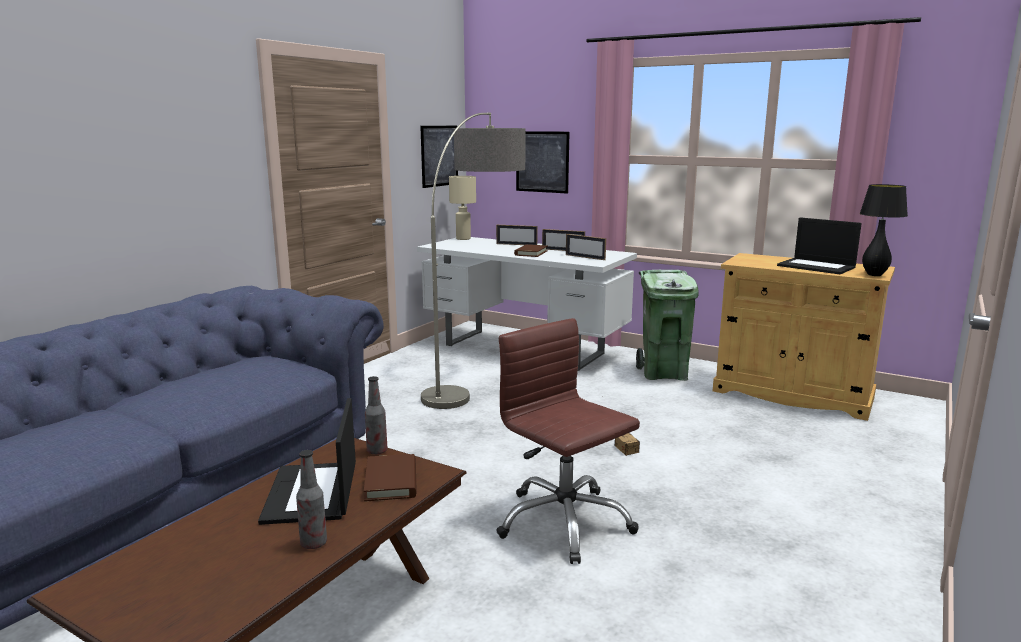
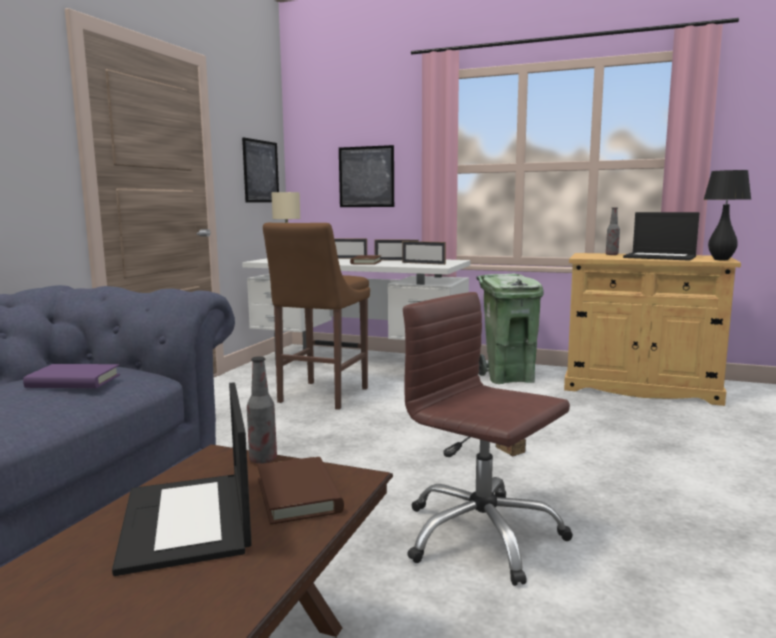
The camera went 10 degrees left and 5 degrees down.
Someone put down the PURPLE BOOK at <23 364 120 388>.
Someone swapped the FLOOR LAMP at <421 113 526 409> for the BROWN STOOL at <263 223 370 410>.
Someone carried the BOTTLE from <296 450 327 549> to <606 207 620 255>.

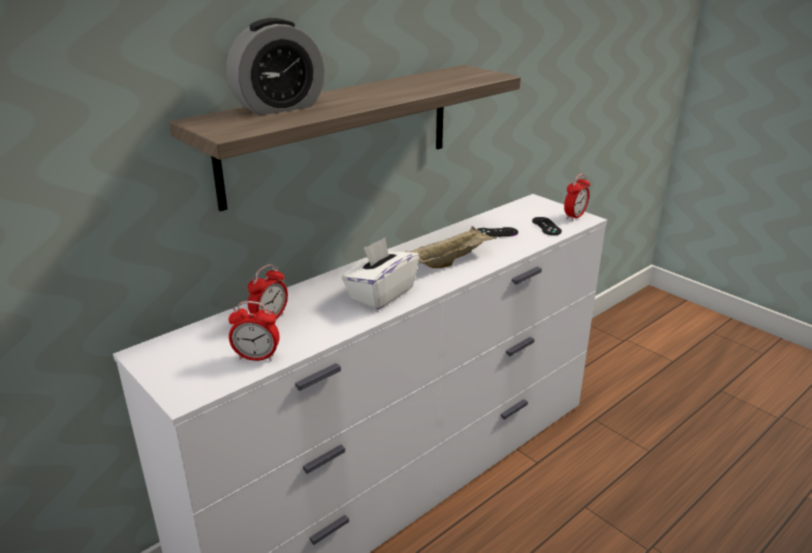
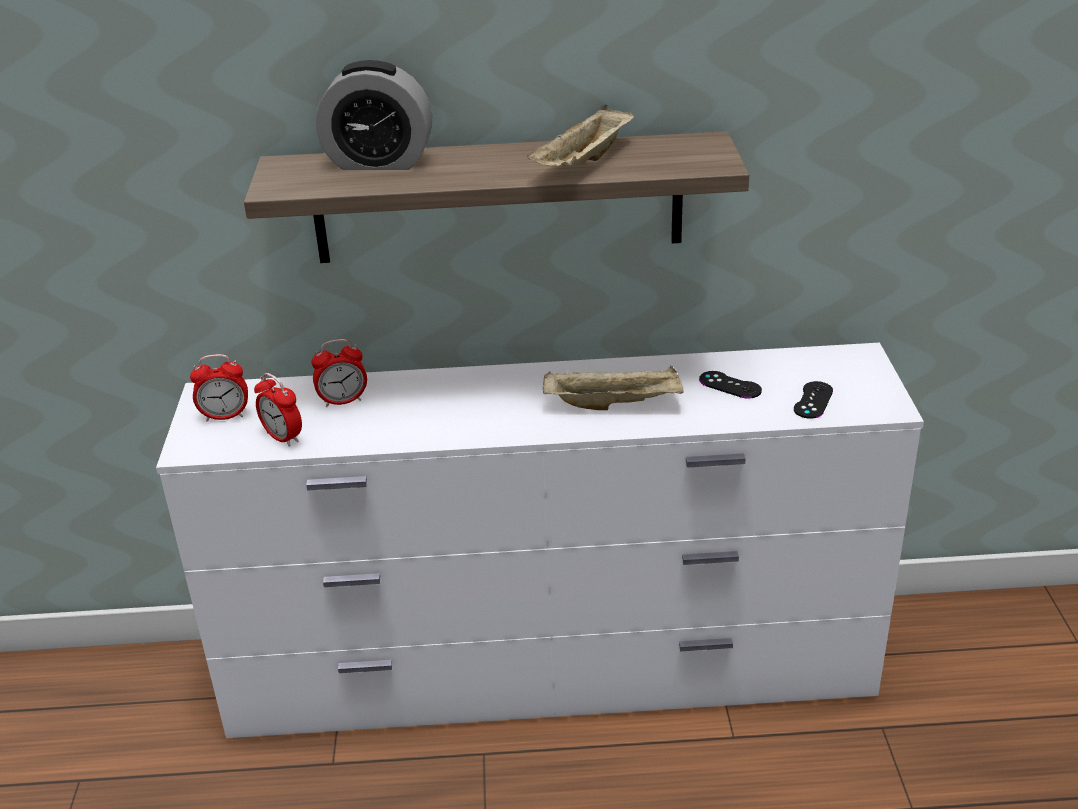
The camera went 40 degrees right and 5 degrees up.
Someone carried the ALARM CLOCK from <564 173 590 221> to <190 354 248 421>.
Someone put down the BEIGE TRAY at <527 105 634 166>.
Someone took away the WHITE TISSUE BOX at <342 237 419 310>.

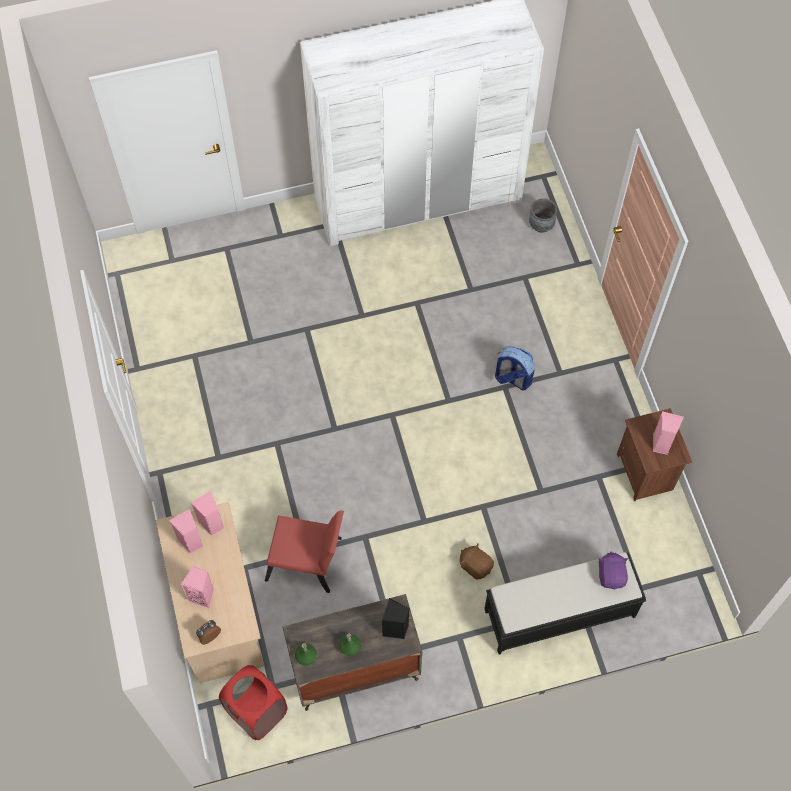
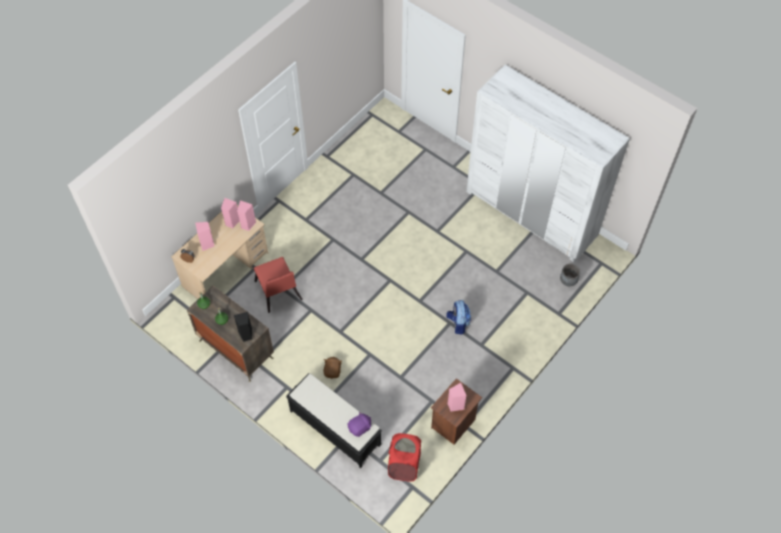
The camera went 55 degrees right and 5 degrees down.
Someone carried the RED LAUNDRY BASKET from <219 665 288 740> to <388 433 421 482>.

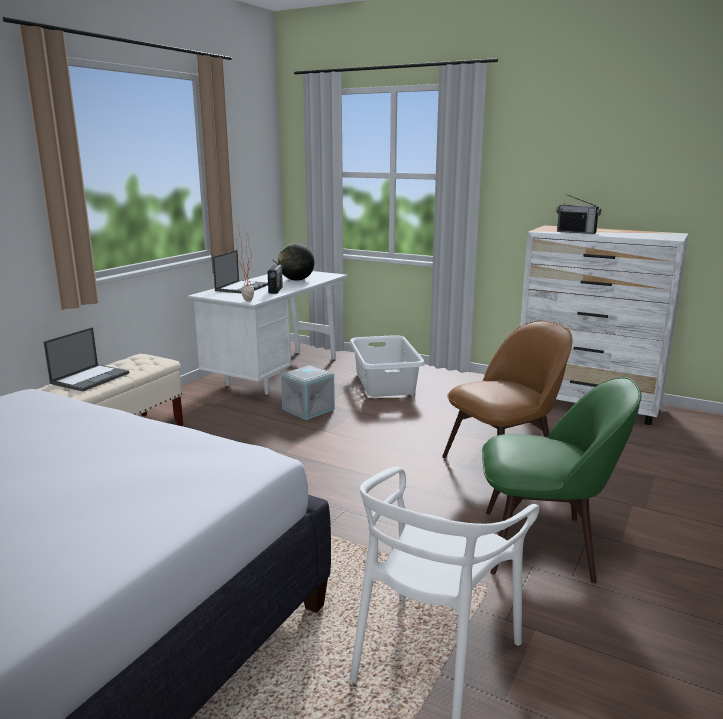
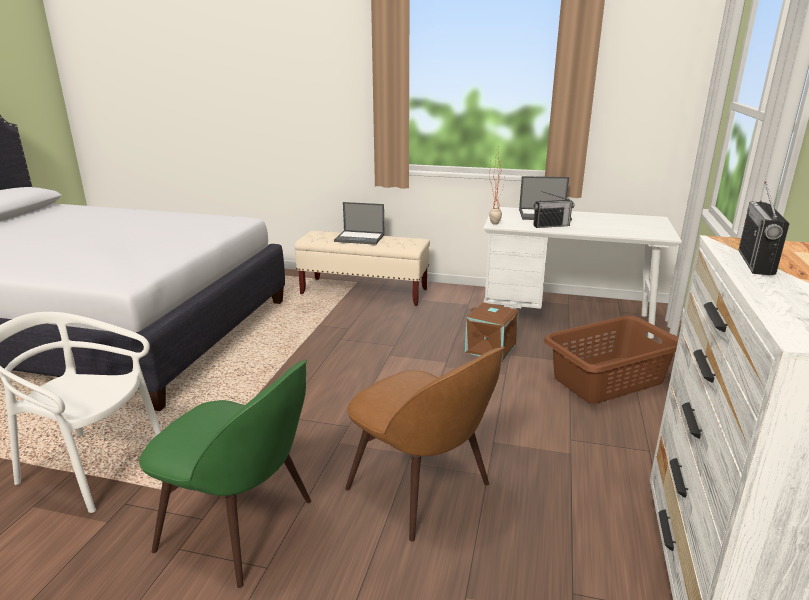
The camera went 75 degrees right and 5 degrees up.
Someone rotated the GREEN CHAIR at <482 377 641 583> by 60 degrees counterclockwise.
Someone repainted the GREY STORAGE BOX at <281 365 335 420>, which became the BROWN STORAGE BOX at <465 302 519 362>.
Someone repainted the WHITE LAUNDRY BASKET at <350 335 425 397>, which became the BROWN LAUNDRY BASKET at <544 316 679 403>.
Someone took away the GLOBE at <278 243 315 281>.

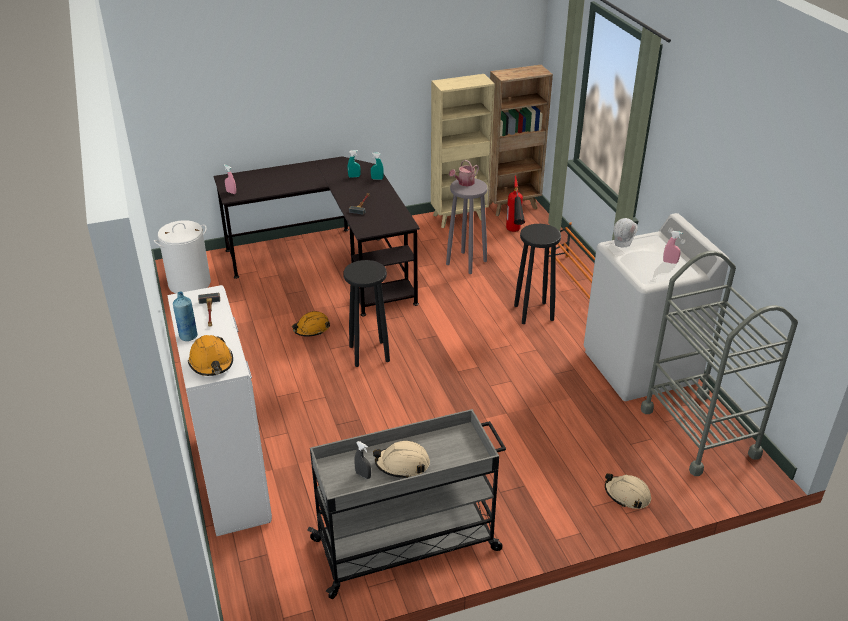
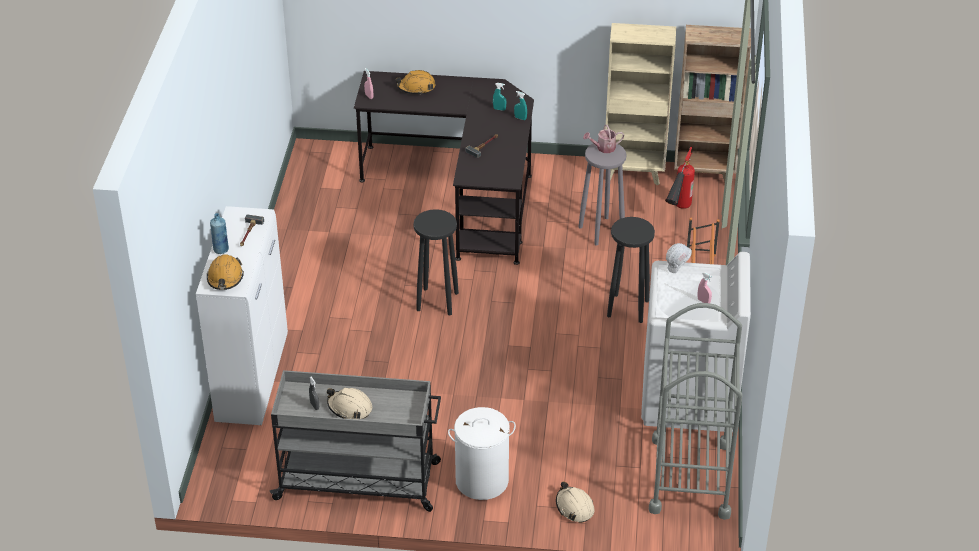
The camera went 25 degrees right and 5 degrees up.
Someone carried the ORANGE HARD HAT from <292 311 330 337> to <396 70 436 95>.
Someone carried the WHITE LAUNDRY BASKET from <154 220 211 294> to <448 407 516 500>.

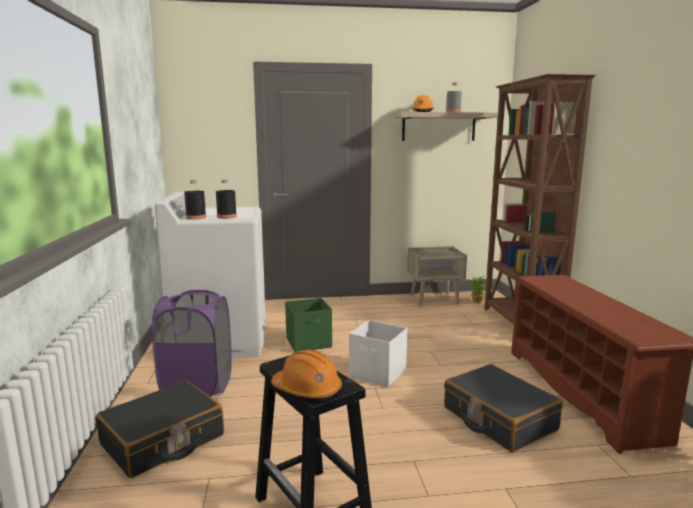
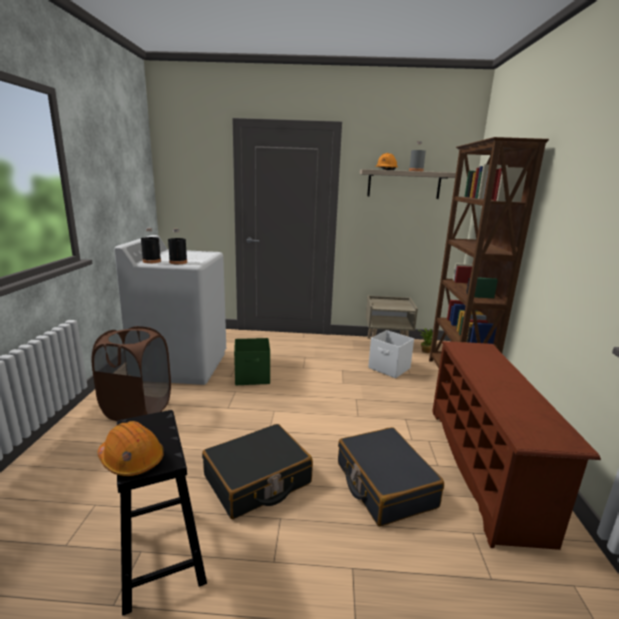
The camera went 10 degrees right and 5 degrees up.
Someone repainted the PURPLE LAUNDRY BASKET at <152 290 232 397>, which became the BROWN LAUNDRY BASKET at <91 326 171 421>.
Someone carried the BLACK SUITCASE from <96 381 224 478> to <202 424 313 519>.
Someone carried the WHITE STORAGE BOX from <349 320 407 387> to <368 330 414 378>.

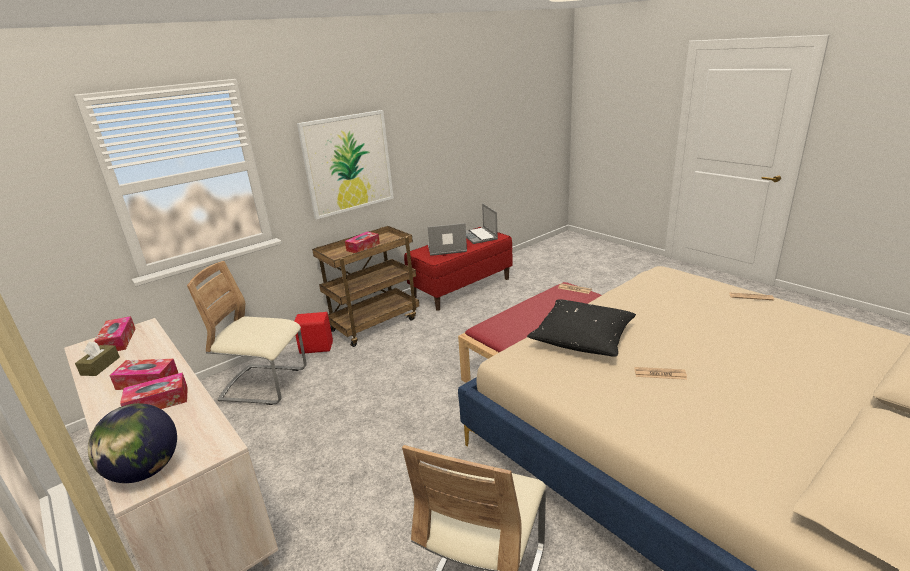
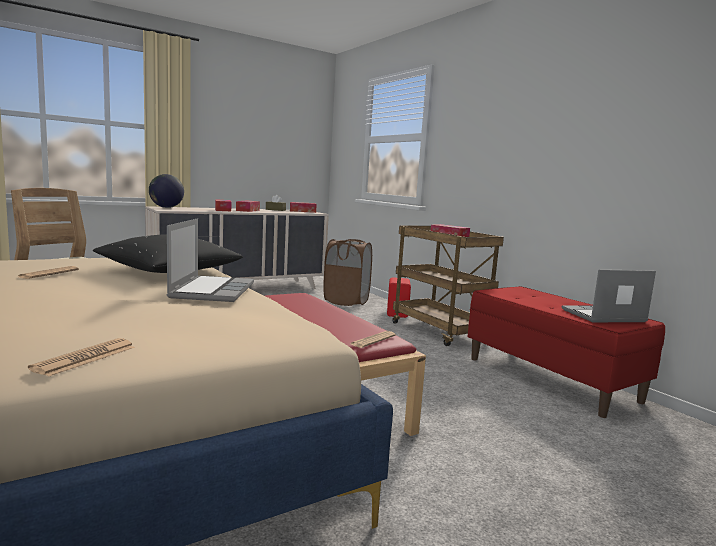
The camera went 95 degrees right and 15 degrees down.
Someone carried the LAPTOP from <428 223 467 256> to <167 218 254 302>.
Someone swapped the BEIGE CHAIR at <187 261 307 405> for the BROWN LAUNDRY BASKET at <323 239 372 306>.
Someone took away the PICTURE at <297 110 394 219>.

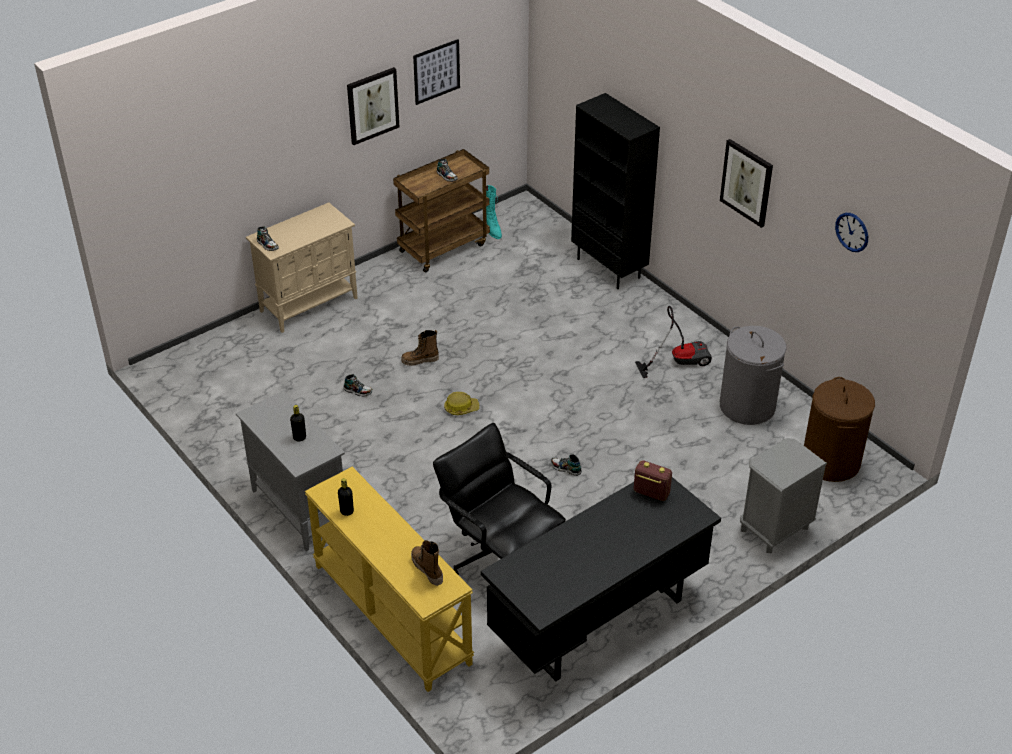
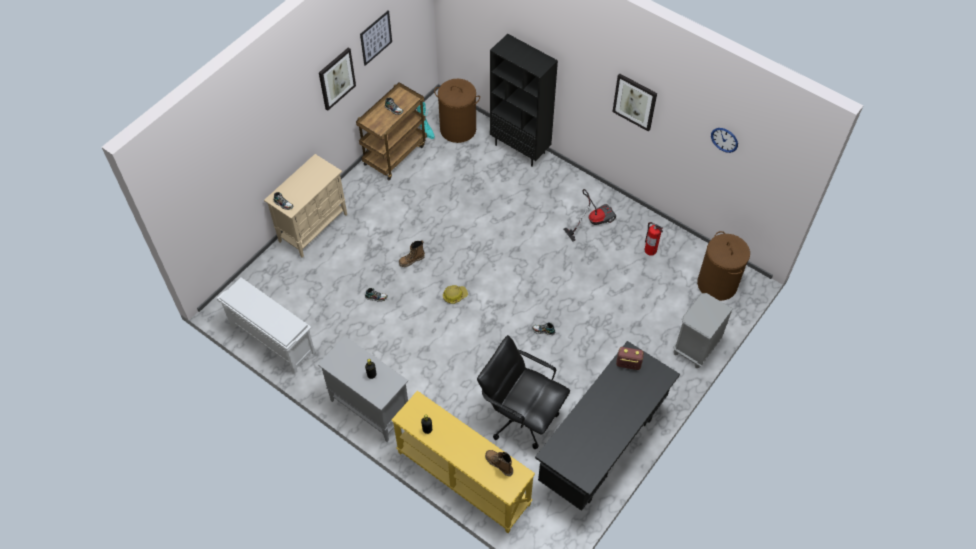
The camera went 15 degrees left and 15 degrees up.
Someone put down the WHITE SHOE RACK at <217 277 316 374>.
Someone put down the BROWN LAUNDRY BASKET at <434 79 480 143>.
Someone swapped the GREY LAUNDRY BASKET at <720 326 786 425> for the FIRE EXTINGUISHER at <644 222 663 255>.

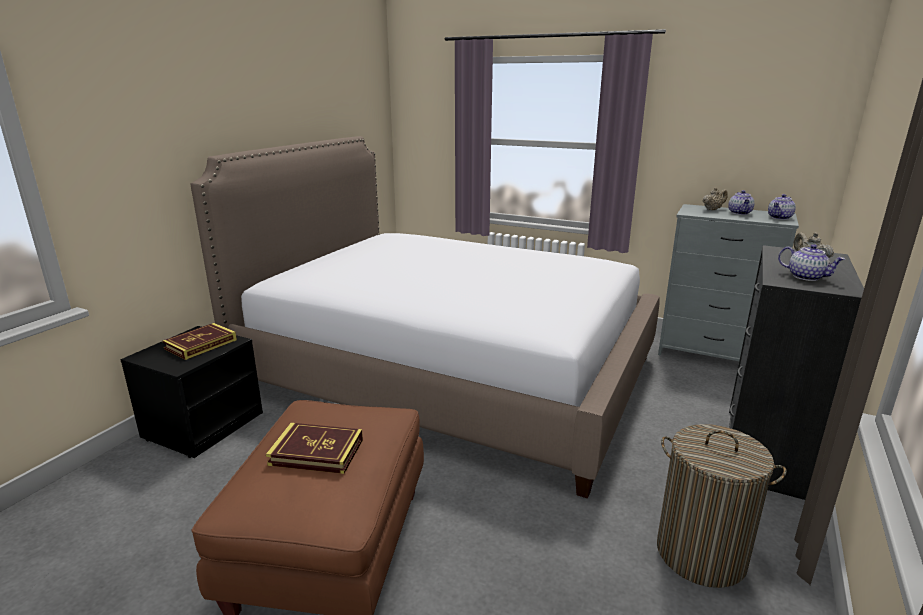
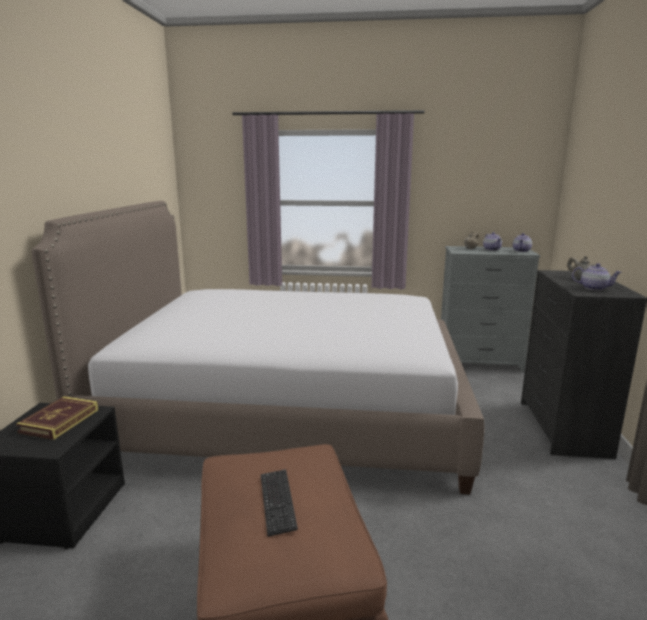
The camera went 20 degrees left and 5 degrees down.
Someone swapped the BOOK at <266 423 363 474> for the KEYBOARD at <261 469 298 537>.
Someone took away the LAUNDRY BASKET at <657 424 787 588>.

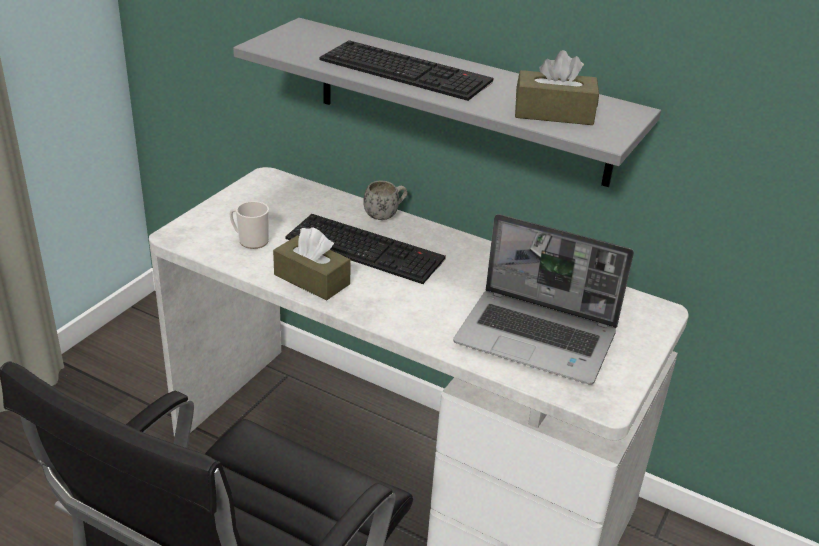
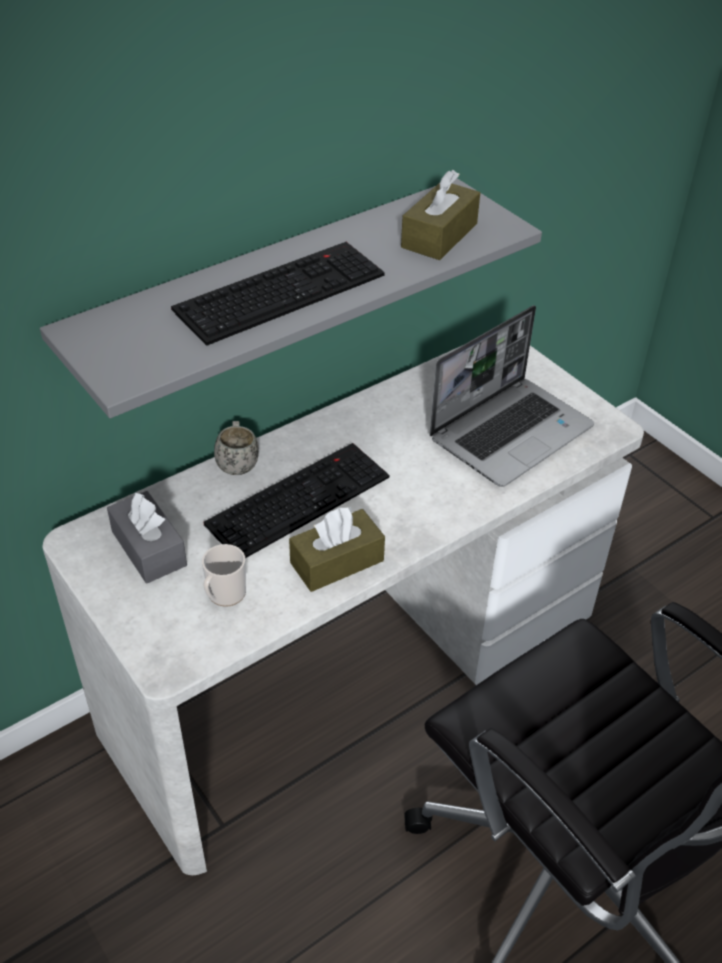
The camera went 65 degrees left and 10 degrees up.
Someone put down the GREY TISSUE BOX at <107 491 187 583>.

